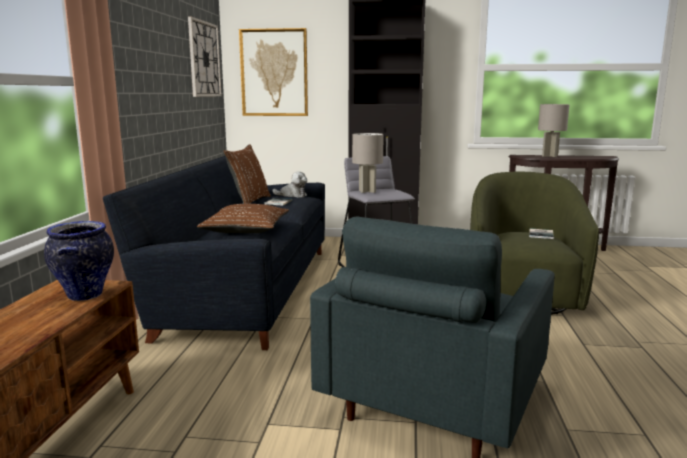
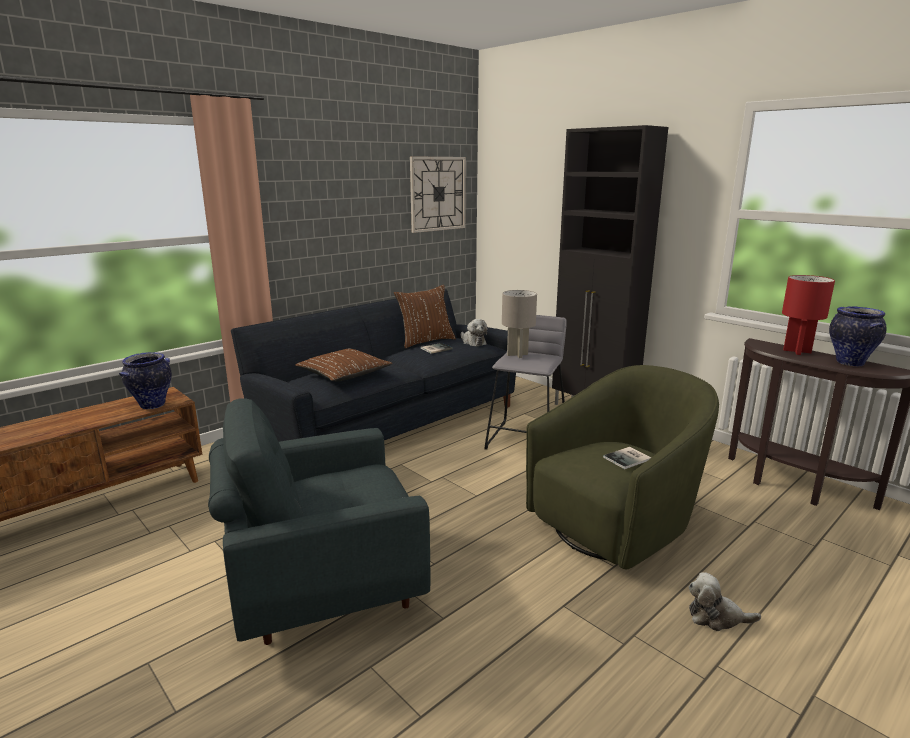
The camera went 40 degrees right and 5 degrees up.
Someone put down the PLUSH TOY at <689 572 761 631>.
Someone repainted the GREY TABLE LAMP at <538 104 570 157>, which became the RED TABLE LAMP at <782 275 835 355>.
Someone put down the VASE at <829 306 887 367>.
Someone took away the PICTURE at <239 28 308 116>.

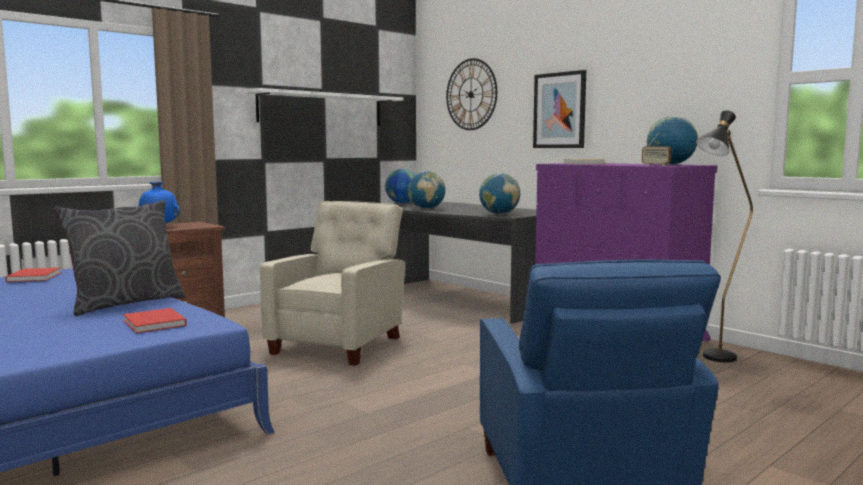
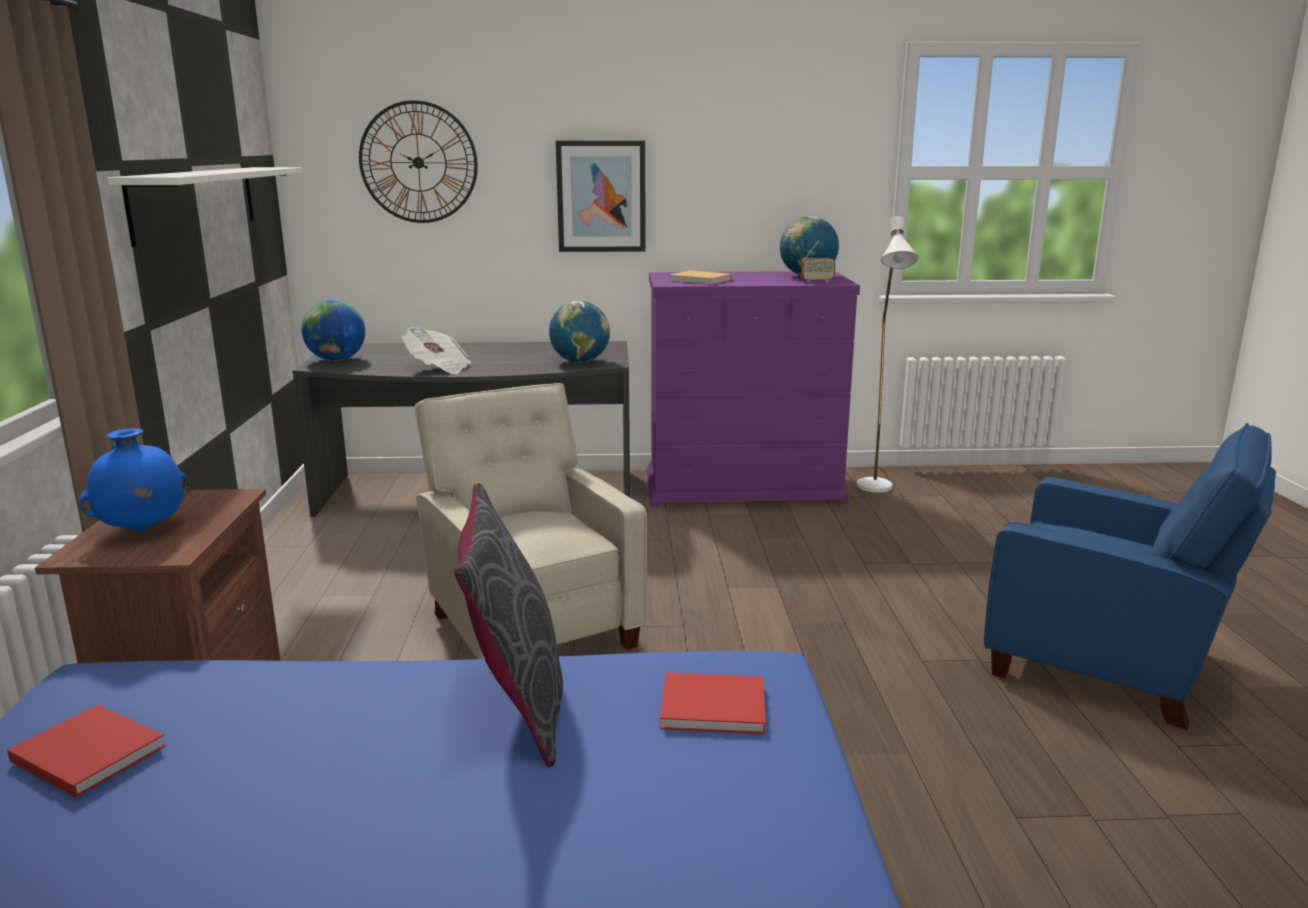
The camera went 50 degrees left and 10 degrees up.
Someone swapped the GLOBE at <408 171 445 209> for the NEWSPAPER at <402 327 472 374>.
Someone repainted the BLACK FLOOR LAMP at <696 110 753 362>, which became the WHITE FLOOR LAMP at <857 216 918 493>.

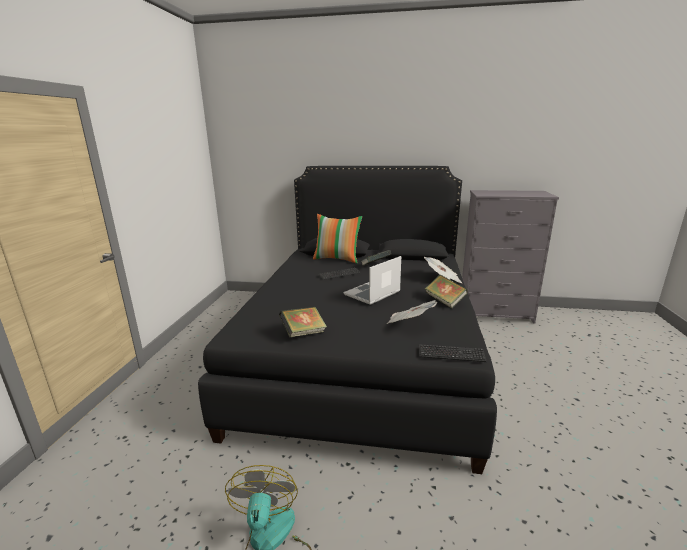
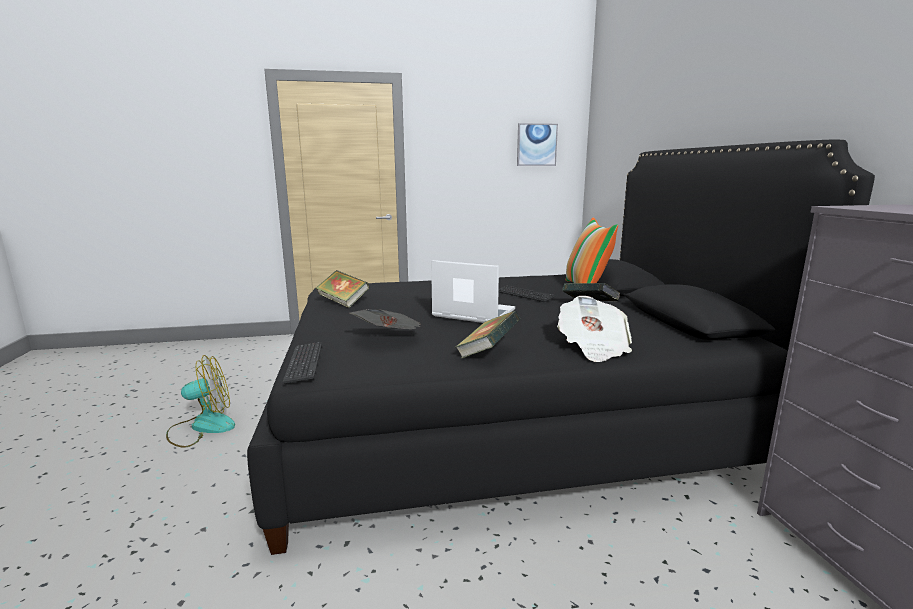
The camera went 70 degrees right and 5 degrees down.
Someone put up the PICTURE at <517 123 558 166>.

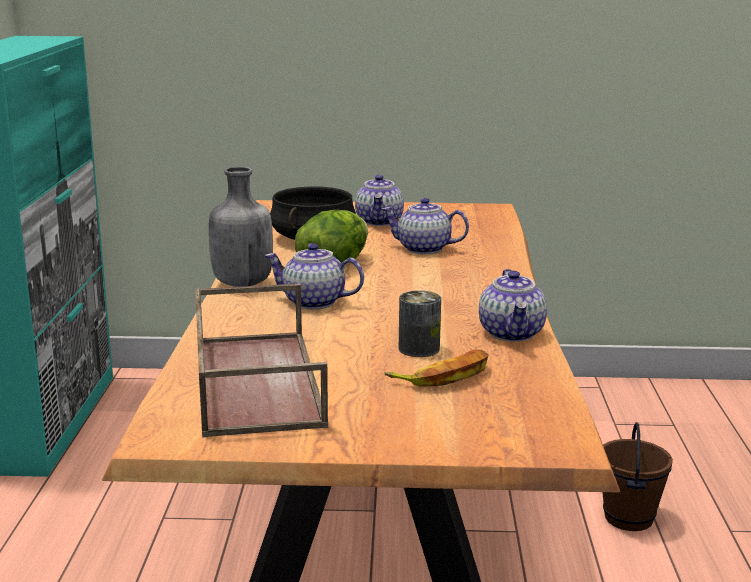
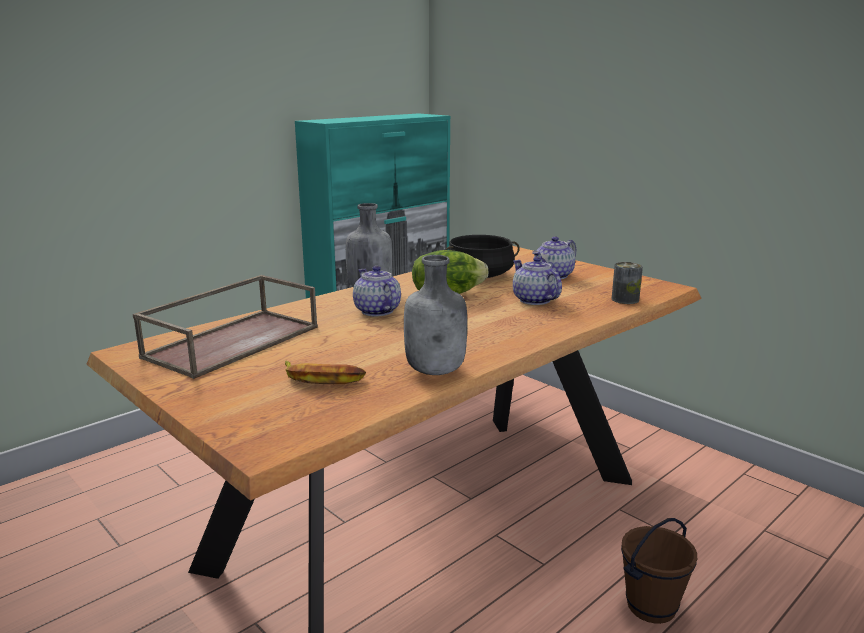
The camera went 45 degrees right and 0 degrees up.
Someone swapped the TEAPOT at <479 269 547 342> for the GREY BOTTLE at <404 255 467 375>.
Someone carried the CAN from <399 290 441 357> to <612 262 643 304>.

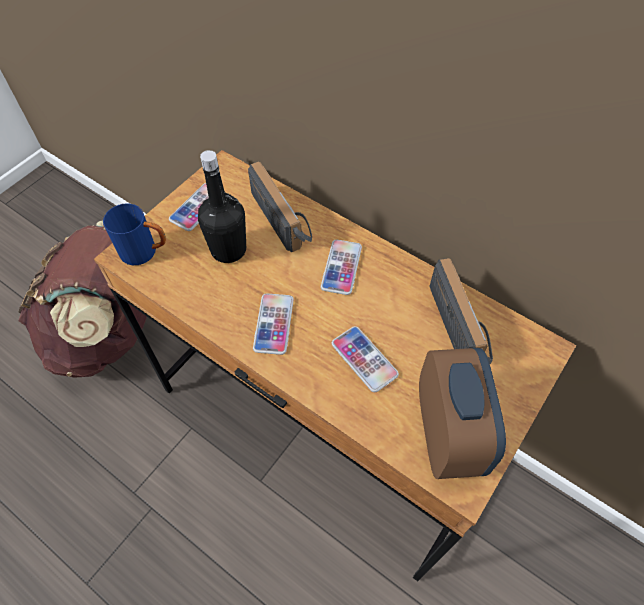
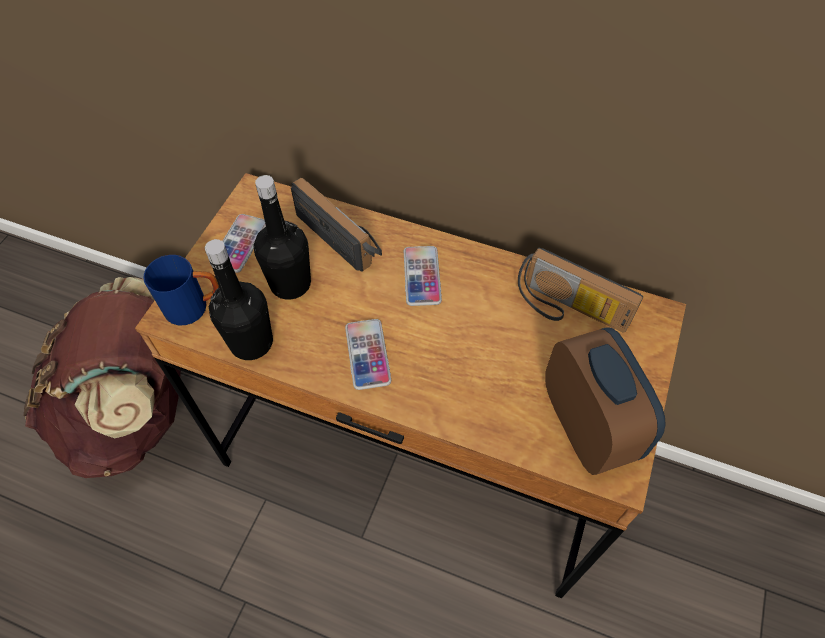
The camera went 15 degrees left and 0 degrees up.
Someone put down the BLACK BOTTLE at <205 239 273 360>.
Someone rotated the RADIO at <429 258 493 364> by 150 degrees clockwise.
Someone took away the PHONE at <332 326 399 392>.

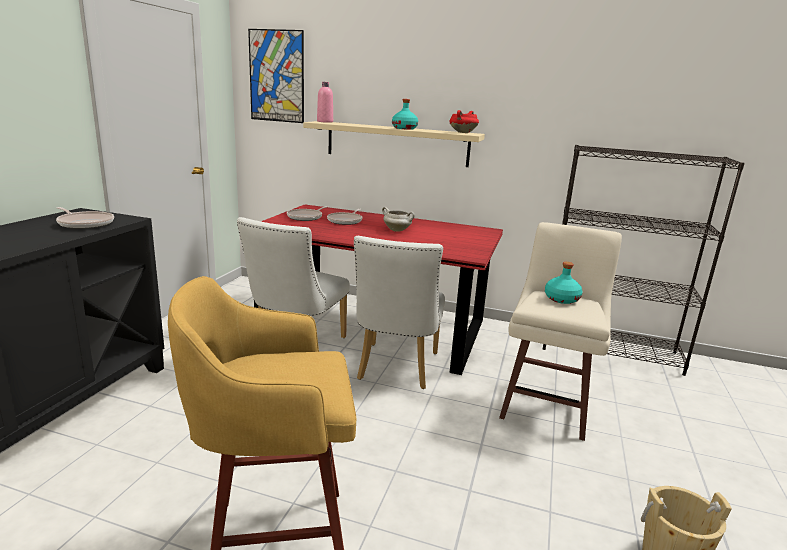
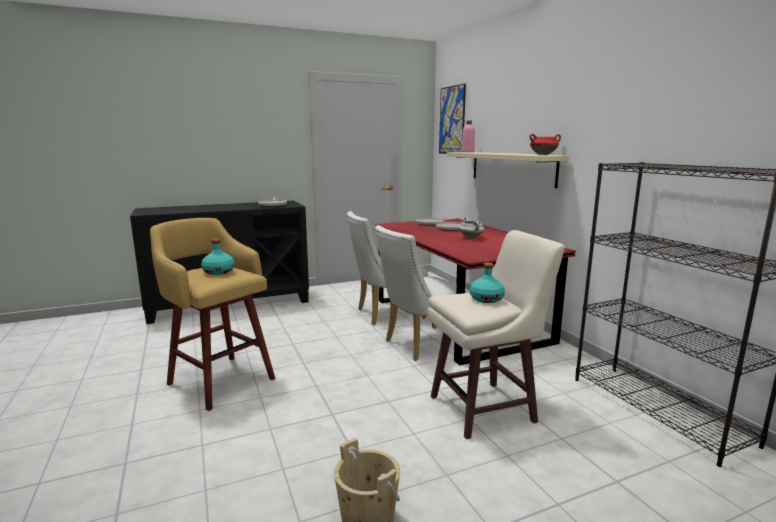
The camera went 50 degrees right and 5 degrees down.
Someone carried the TURQUOISE BOTTLE from <392 99 418 130> to <201 238 235 275>.

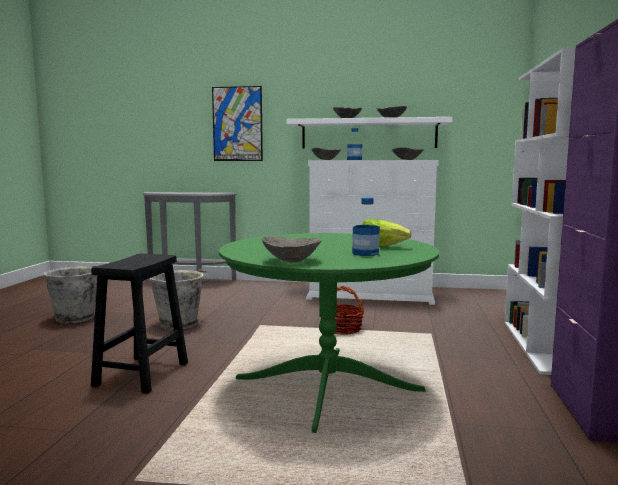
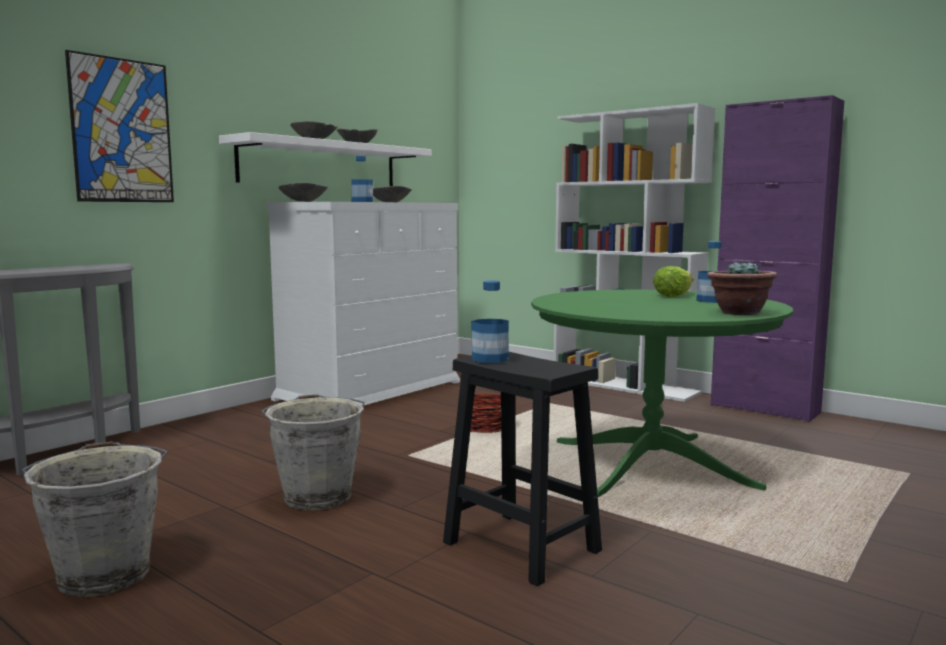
The camera went 60 degrees left and 0 degrees up.
Someone put down the BOTTLE at <471 280 509 363>.
Someone swapped the GREY BOWL at <262 237 322 263> for the POTTED PLANT at <707 259 777 315>.

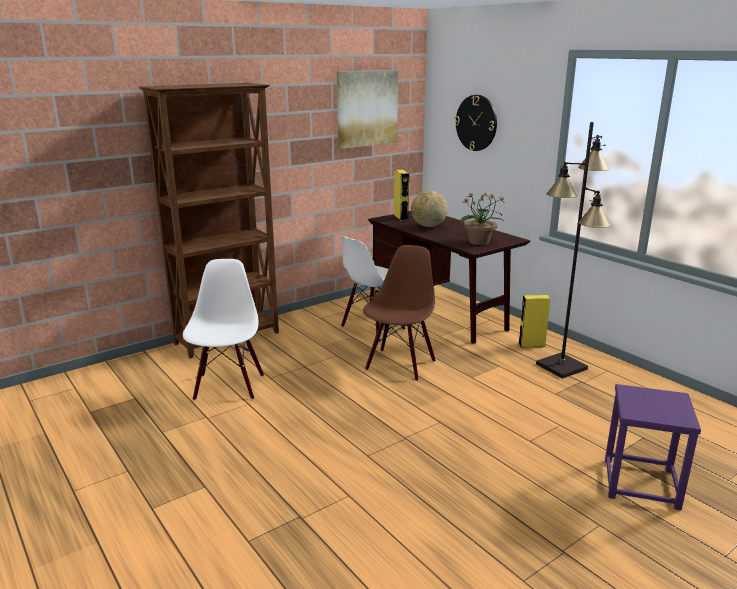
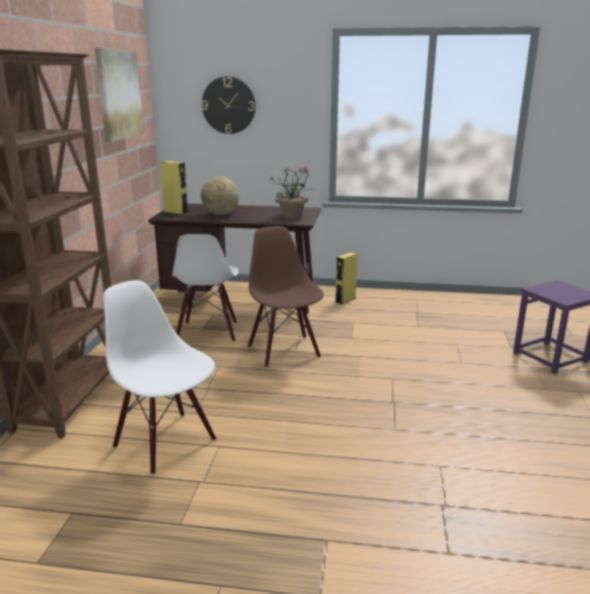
The camera went 45 degrees left and 0 degrees up.
Someone took away the BLACK FLOOR LAMP at <536 122 610 379>.

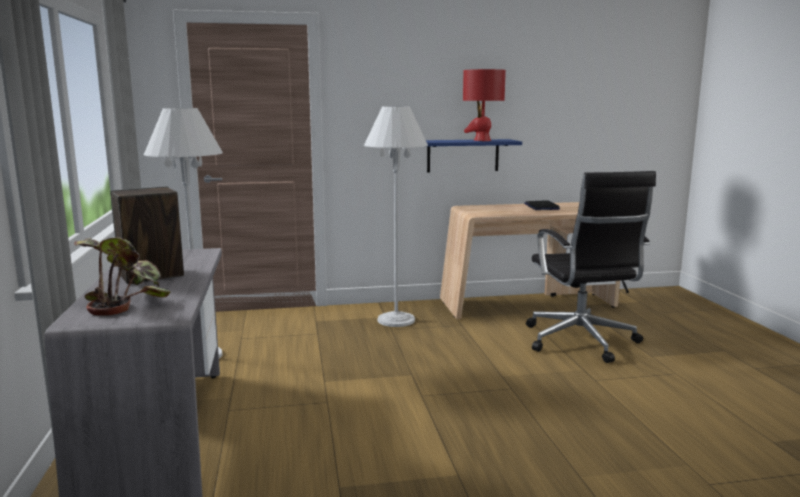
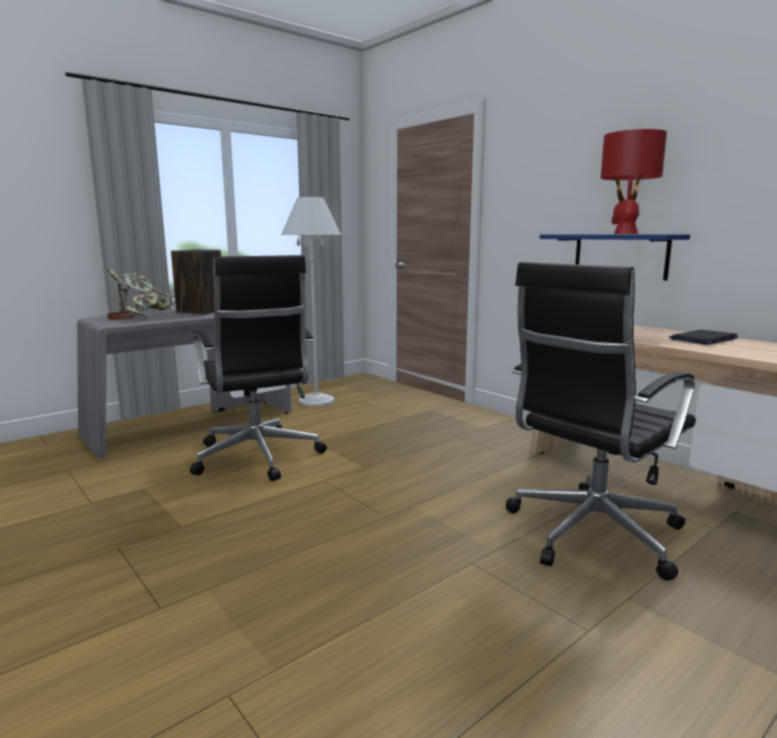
The camera went 60 degrees right and 0 degrees up.
Someone put down the BLACK OFFICE CHAIR at <190 255 327 481>.
Someone took away the WHITE FLOOR LAMP at <364 106 428 327>.

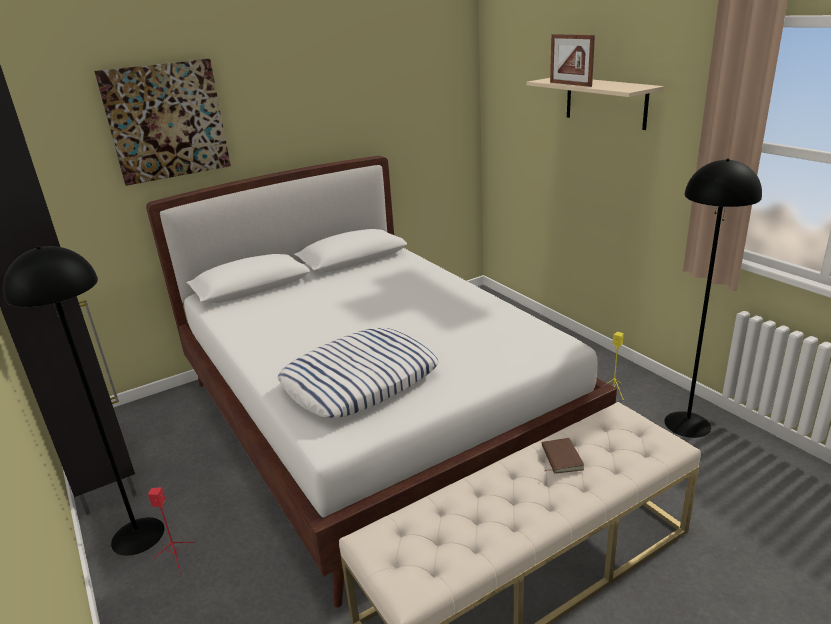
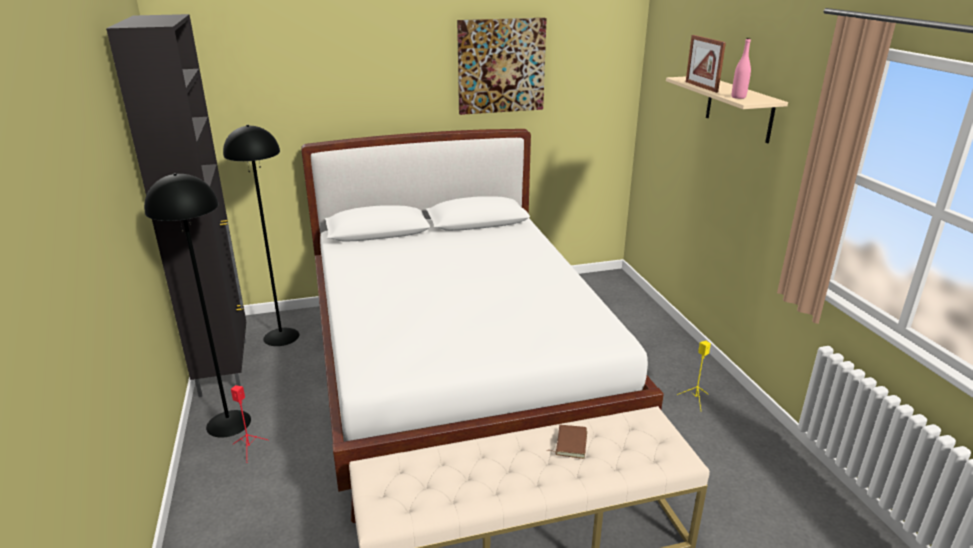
The camera went 15 degrees right and 0 degrees up.
Someone carried the BLACK FLOOR LAMP from <664 158 762 438> to <223 125 299 346>.
Someone carried the PICTURE from <95 59 231 186> to <457 18 547 115>.
Someone put down the PINK BOTTLE at <732 38 751 99>.
Someone took away the PILLOW at <278 328 438 418>.

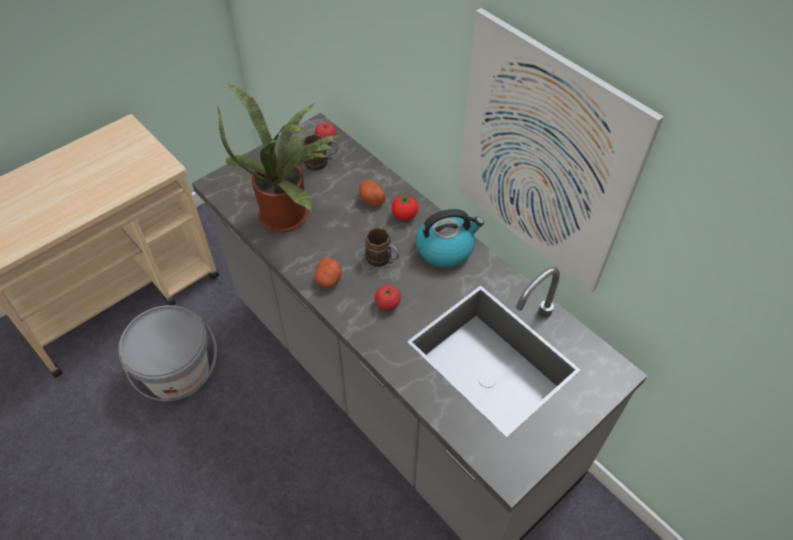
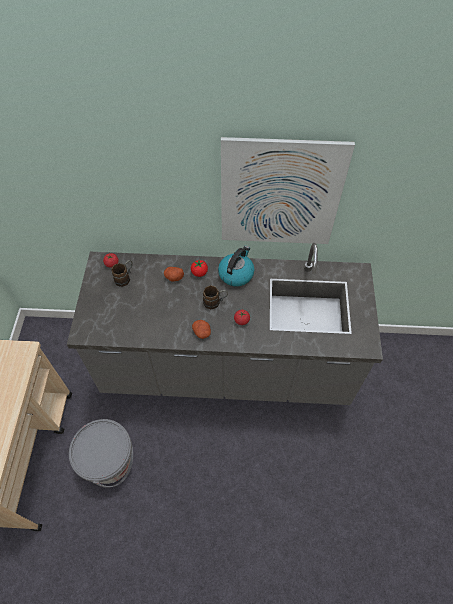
The camera went 45 degrees left and 5 degrees up.
Someone took away the POTTED PLANT at <217 84 343 232>.

